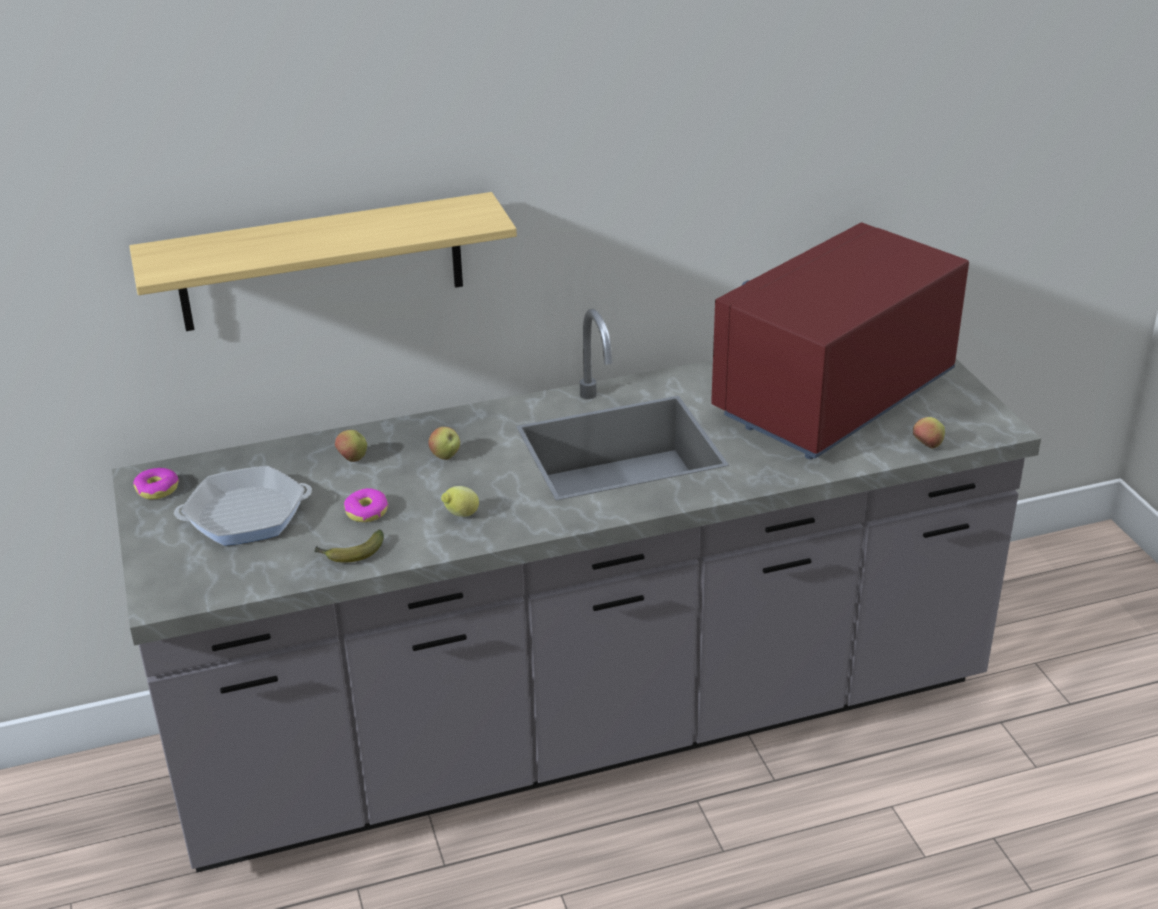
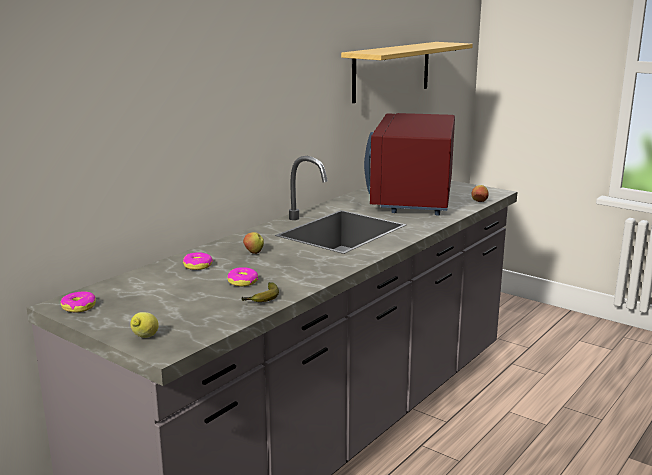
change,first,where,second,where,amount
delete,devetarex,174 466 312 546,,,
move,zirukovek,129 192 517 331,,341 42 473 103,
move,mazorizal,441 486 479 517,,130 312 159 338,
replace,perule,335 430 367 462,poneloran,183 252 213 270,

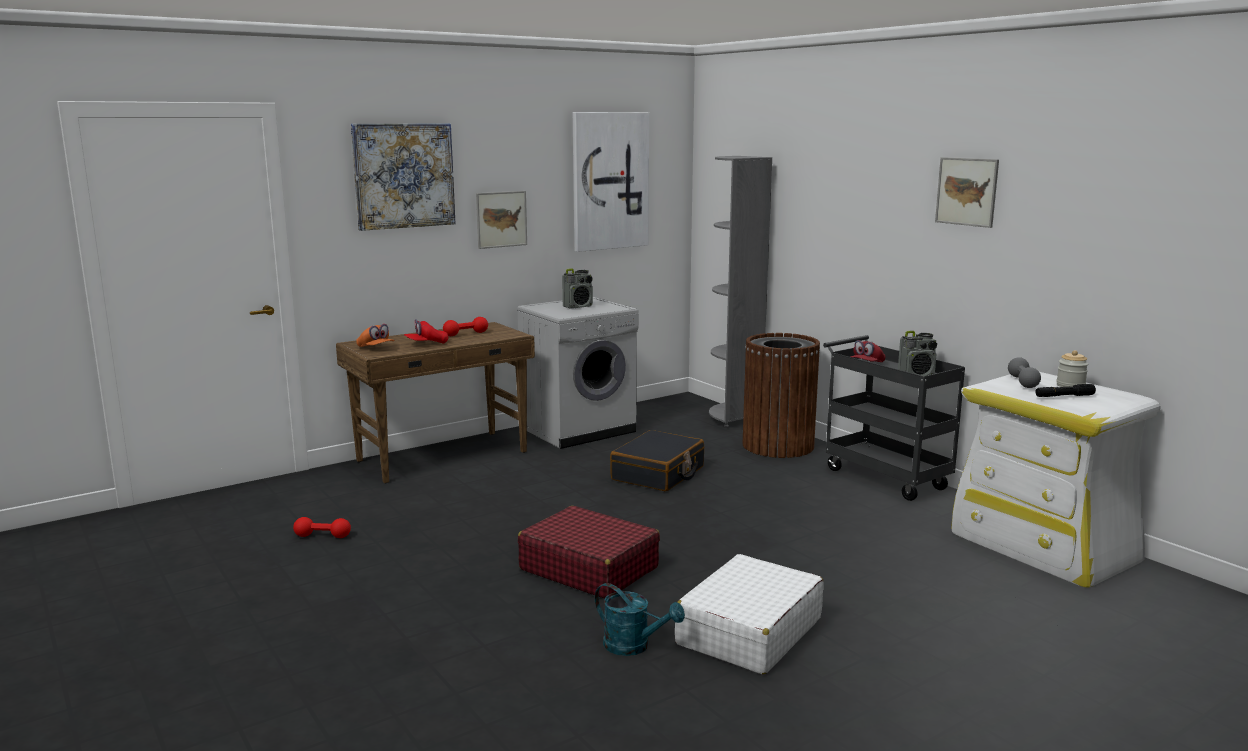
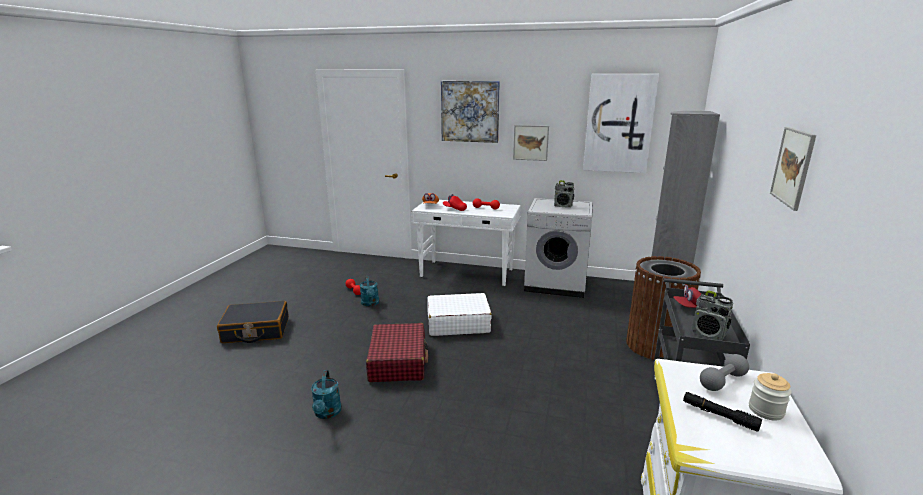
change,first,where,second,where,amount
insert,,,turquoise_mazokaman,360 276 379 306,
move,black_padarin,610 430 704 491,,217 301 289 343,
move,white_padarin,675 554 823 675,,427 293 492 336,
recolor,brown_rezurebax,336 322 535 483,white_rezurebax,411 200 521 286,

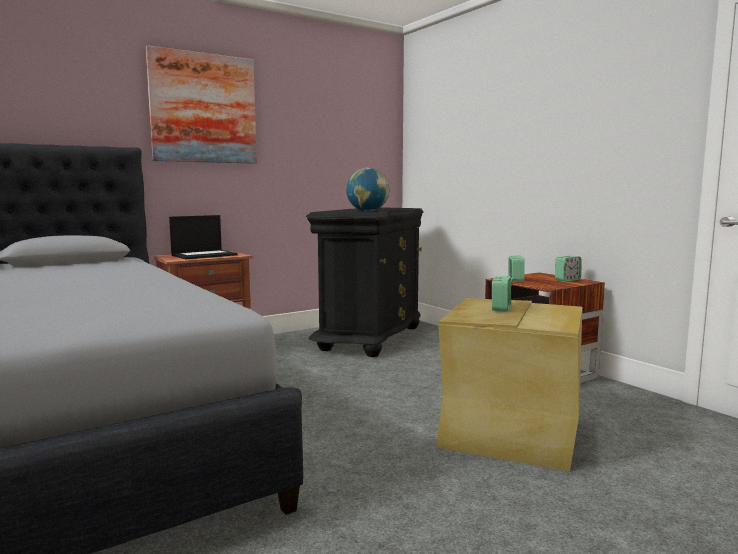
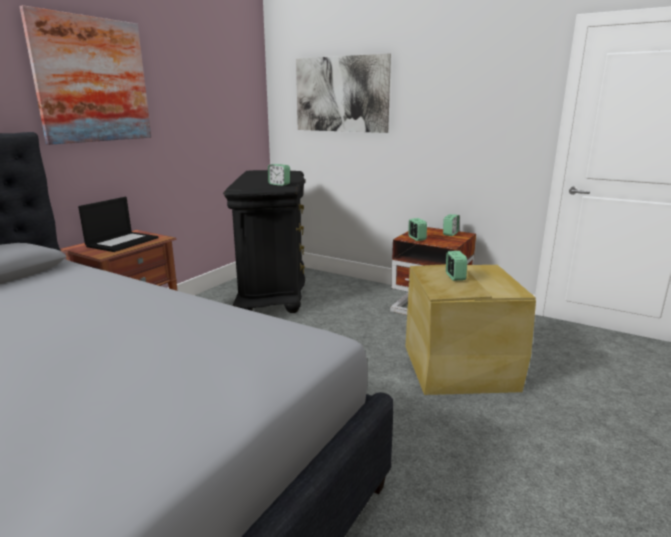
change,first,where,second,where,amount
insert,,,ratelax,296 53 391 133,
replace,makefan,346 168 390 212,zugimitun,268 164 290 186,

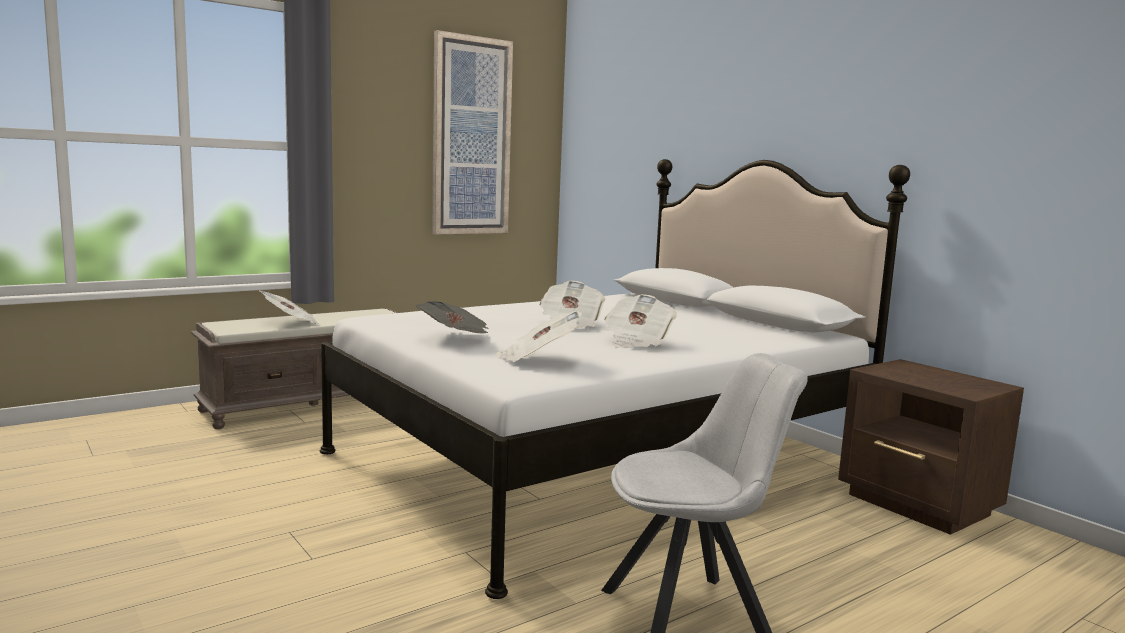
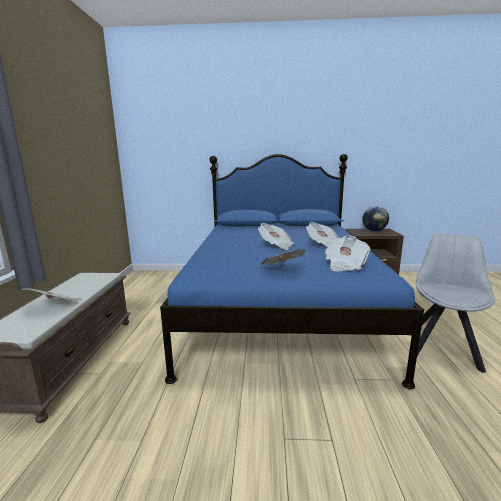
change,first,where,second,where,amount
delete,ratelax,432 30 513 235,,,
insert,,,makefan,362 206 389 231,
recolor,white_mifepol,320 159 910 599,blue_mifepol,160 154 424 389,

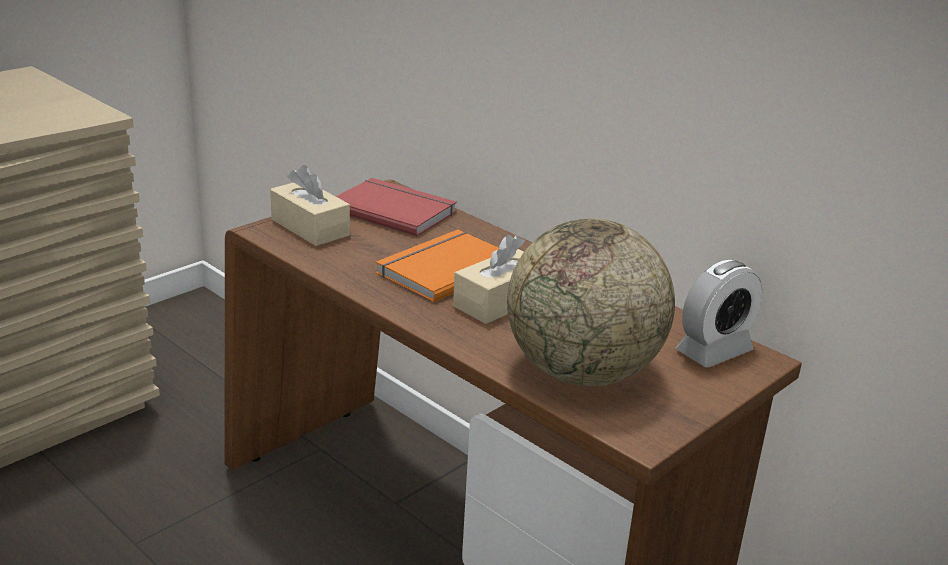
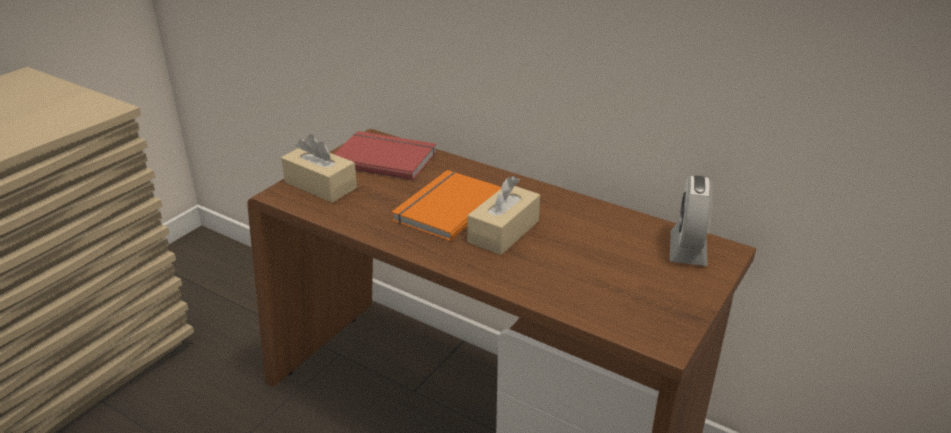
change,first,where,second,where,amount
delete,makefan,507 219 675 386,,,
rotate,zugimitun,676 260 762 368,,670 176 712 266,150 degrees clockwise

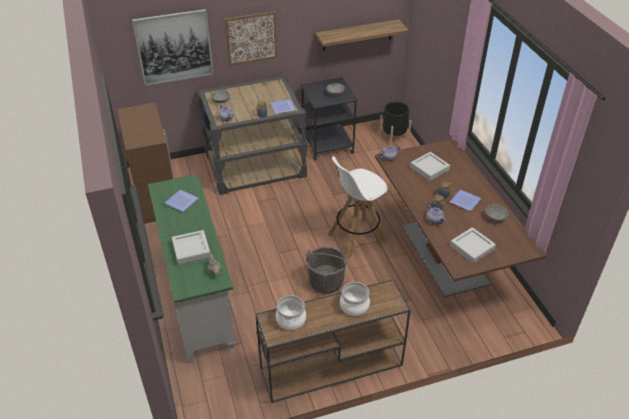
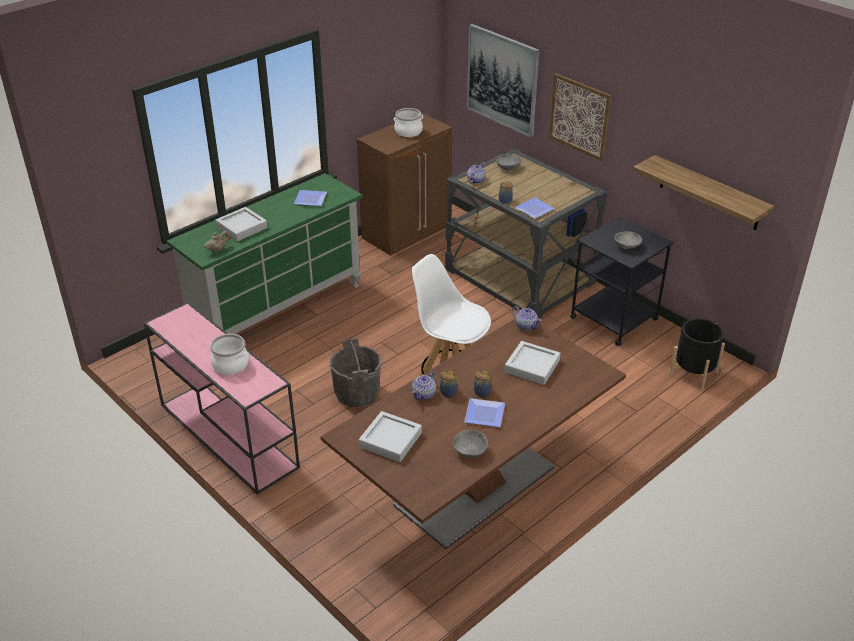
change,first,where,second,where,amount
move,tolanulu,276 295 306 330,,393 108 423 137,
recolor,brown_rezurebax,255 279 411 403,pink_rezurebax,144 302 300 494,

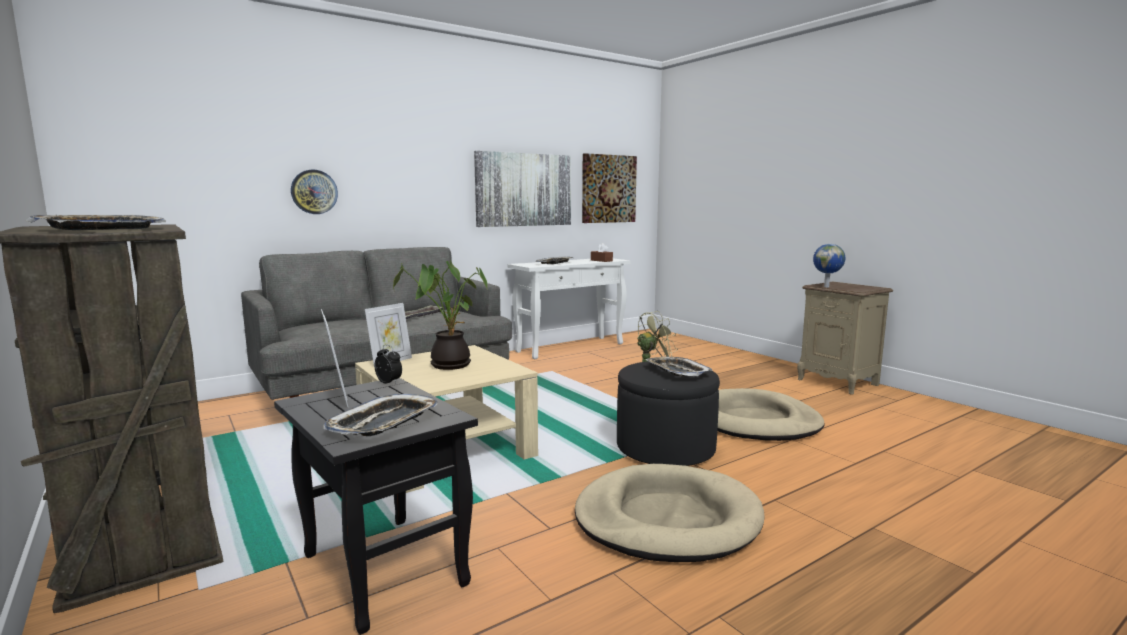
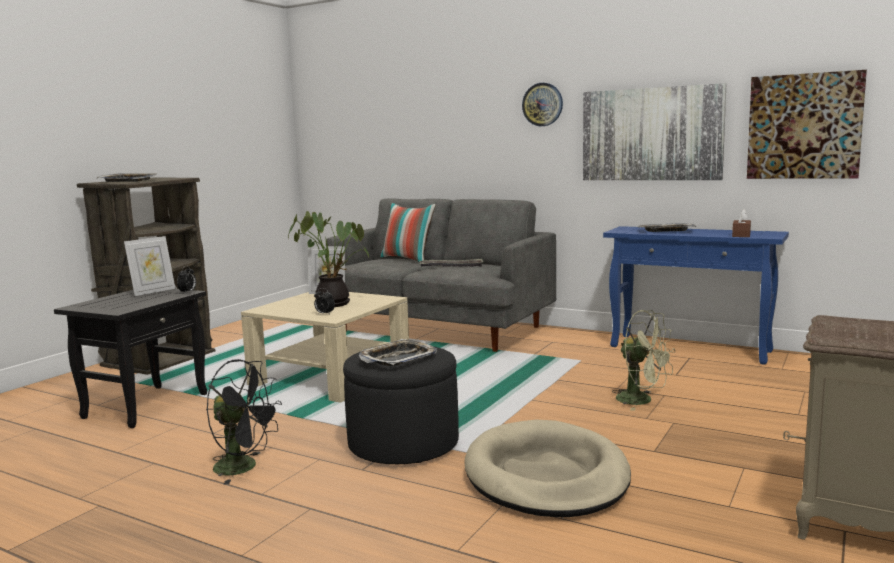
change,first,where,second,where,amount
delete,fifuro,323 394 438 436,,,
delete,makefan,813 244 845 287,,,
insert,,,zugimitun,314 288 335 314,
insert,,,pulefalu,380 203 436 262,
move,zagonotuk,291 170 338 214,,522 83 563 126,
replace,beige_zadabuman,575 464 764 562,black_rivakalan,206 359 282 485,
recolor,white_rezurebax,507 258 631 359,blue_rezurebax,603 226 789 365,

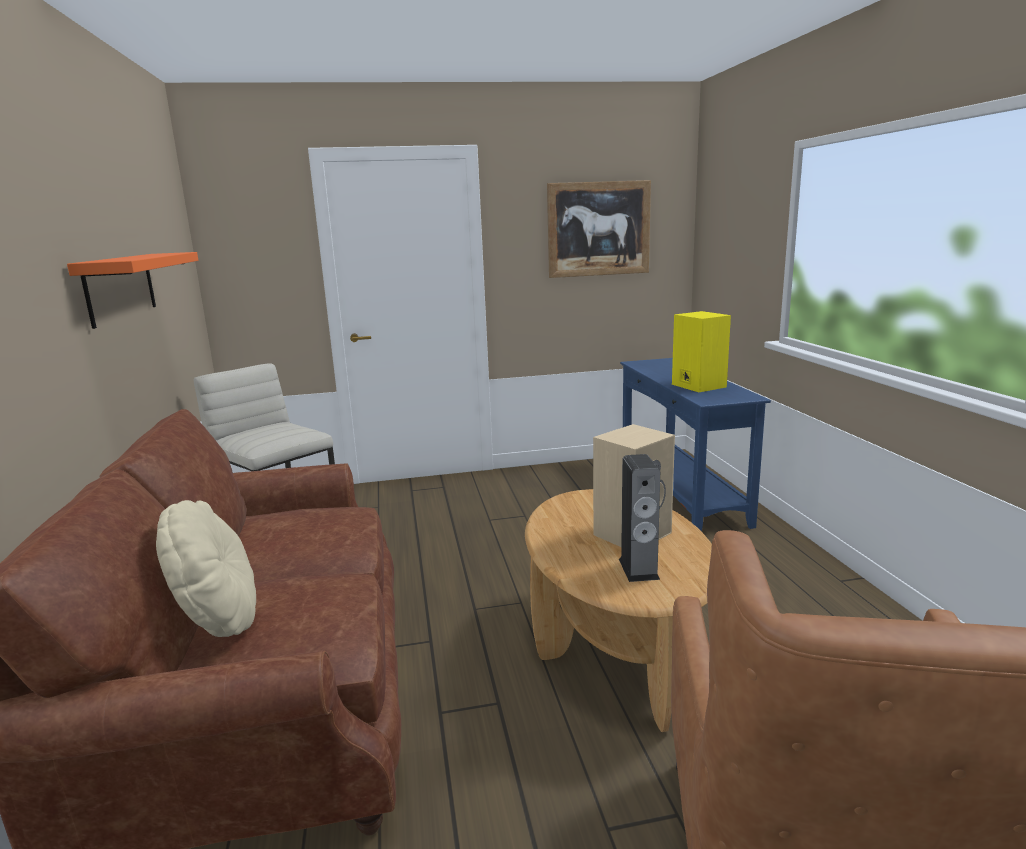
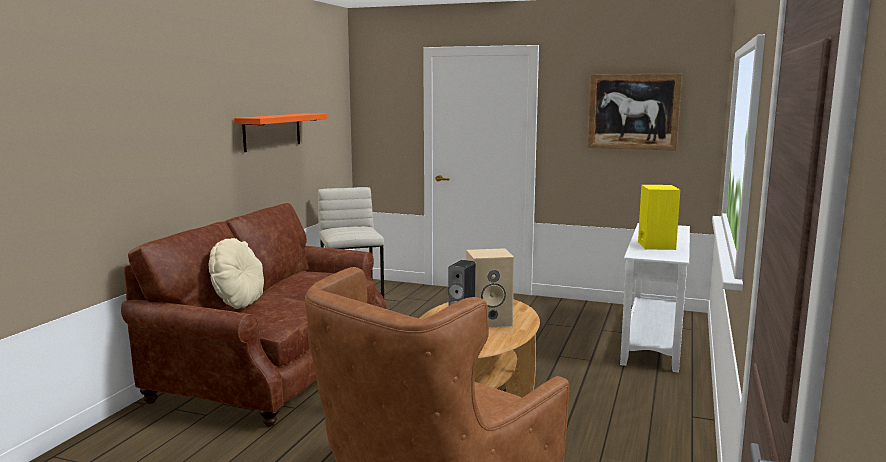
change,first,where,second,where,amount
recolor,blue_rezurebax,620 358 771 532,white_rezurebax,620 223 690 373,

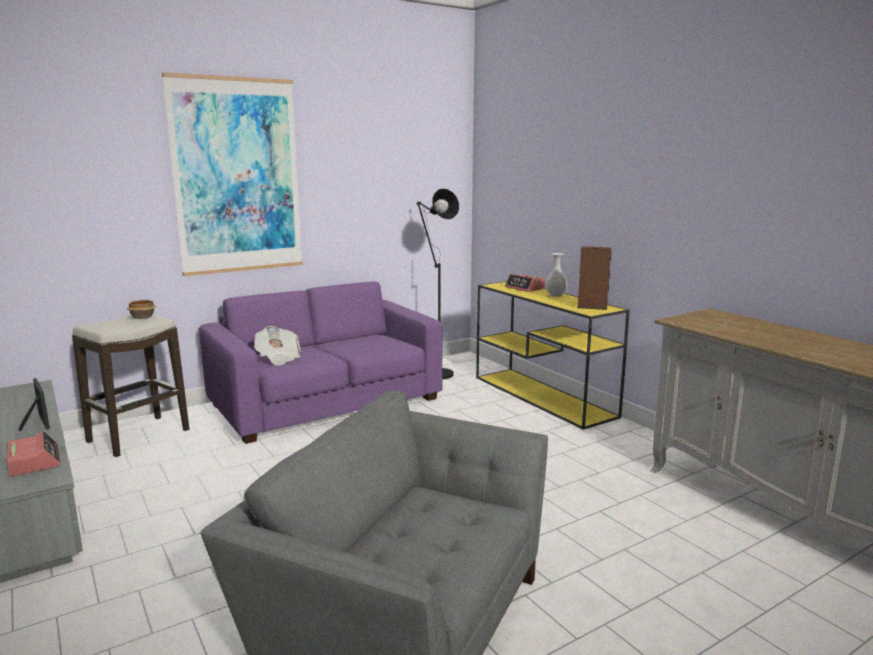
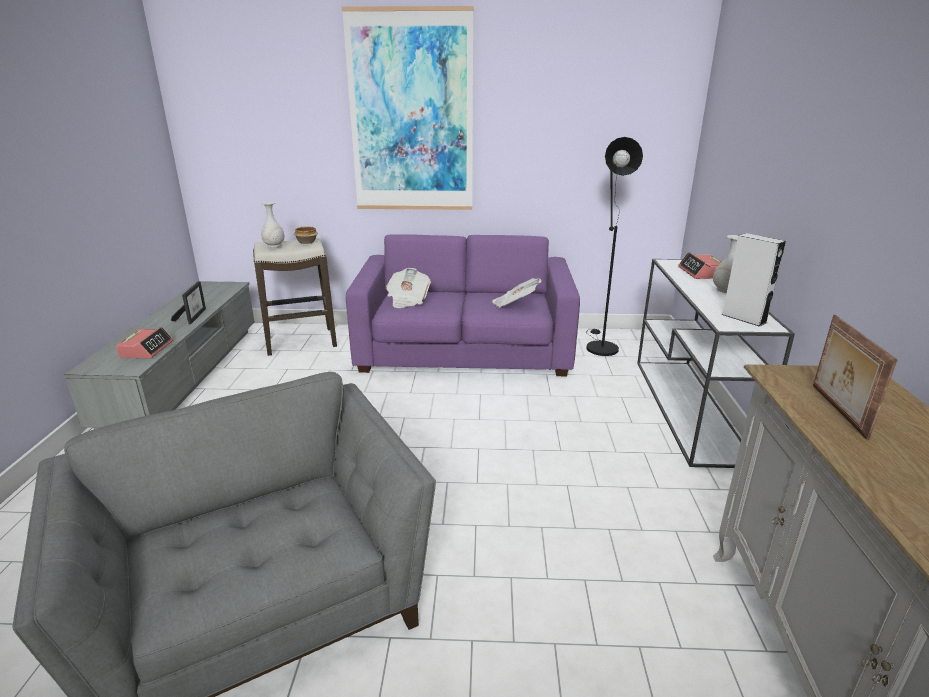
change,first,where,second,where,amount
insert,,,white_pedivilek,261 202 284 248,
insert,,,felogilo,492 278 541 308,
insert,,,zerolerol,813 315 898 440,
recolor,yellow_rezurebax,476 281 630 430,white_rezurebax,637 259 795 468,
recolor,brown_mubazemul,577 246 611 310,grey_mubazemul,722 233 786 327,

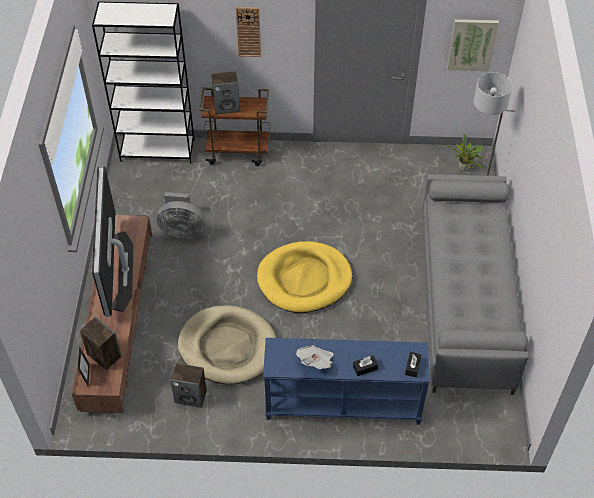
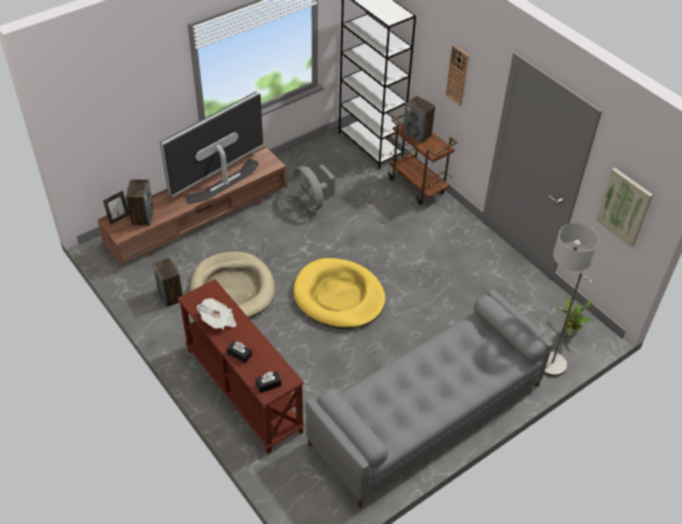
change,first,where,second,where,amount
recolor,blue_rezurebax,263 338 430 425,brown_rezurebax,178 279 305 454,

